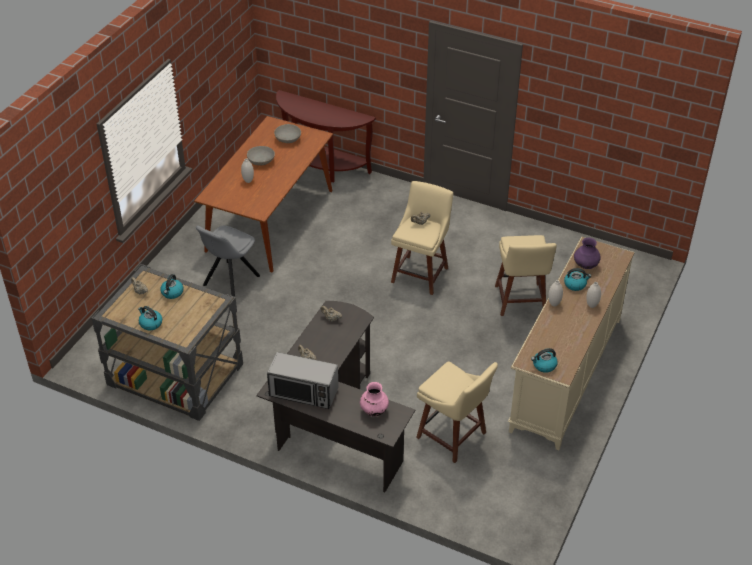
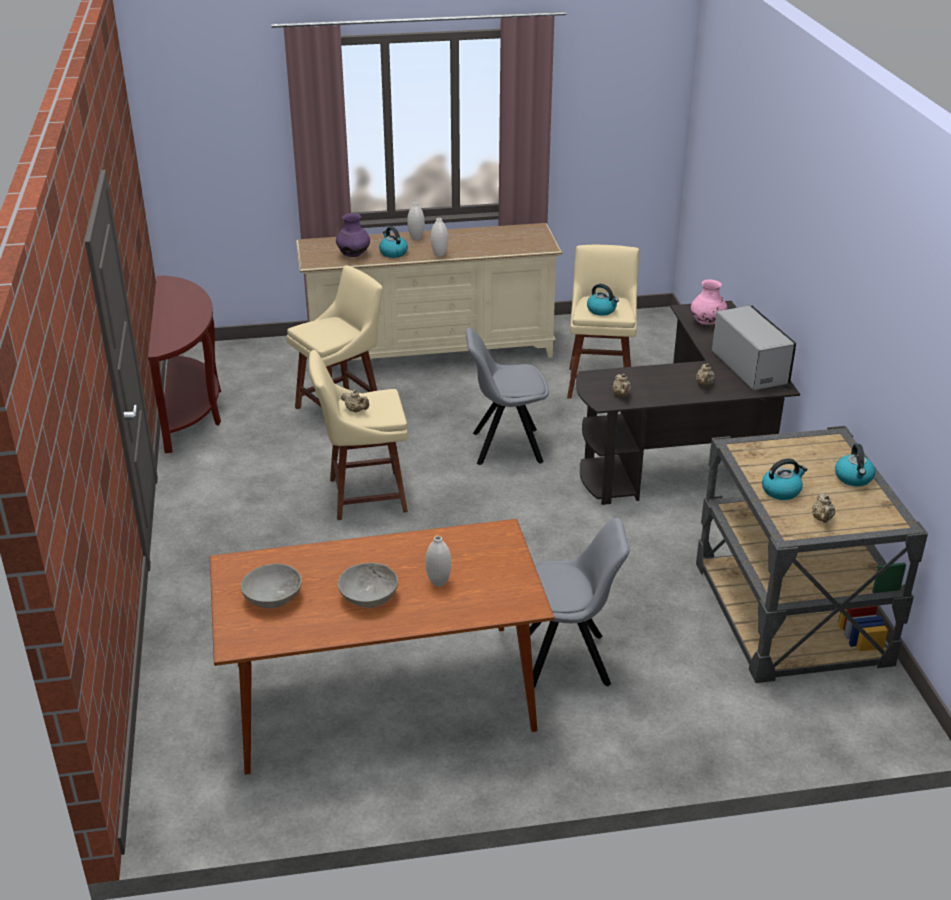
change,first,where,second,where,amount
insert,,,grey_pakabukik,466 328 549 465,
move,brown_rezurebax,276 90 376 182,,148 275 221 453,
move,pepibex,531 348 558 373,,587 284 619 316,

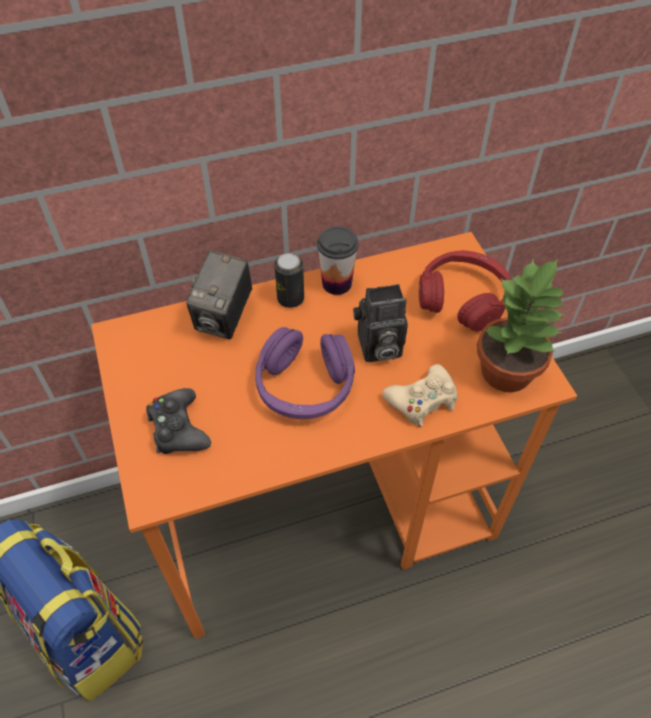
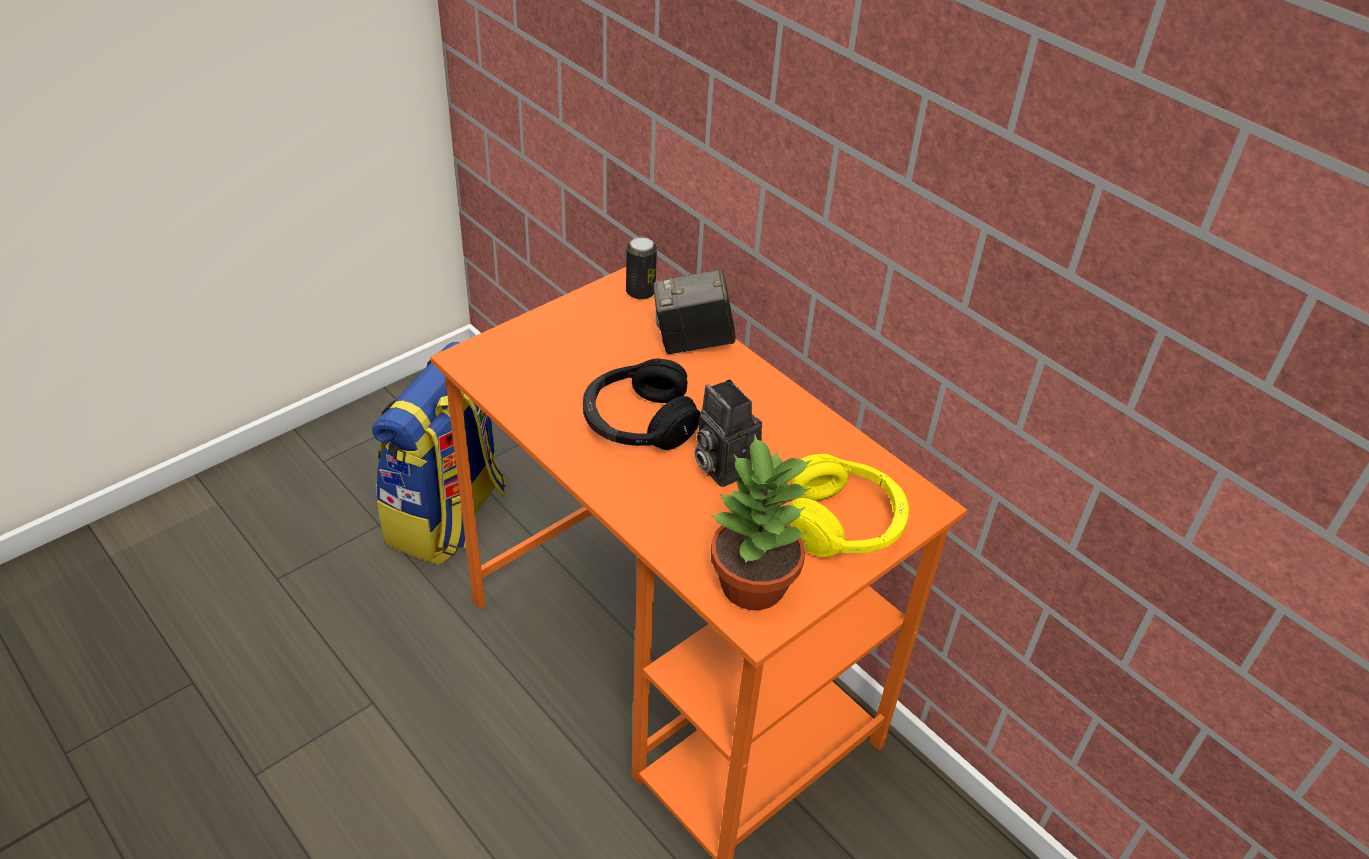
change,first,where,second,where,amount
delete,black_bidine,146 388 211 454,,,
delete,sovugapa,317 226 359 295,,,
delete,beige_bidine,382 364 458 427,,,
move,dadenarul,274 253 304 308,,626 237 657 300,
recolor,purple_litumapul,255 327 355 419,black_litumapul,583 358 700 450,
recolor,red_litumapul,419 250 511 331,yellow_litumapul,789 454 909 557,

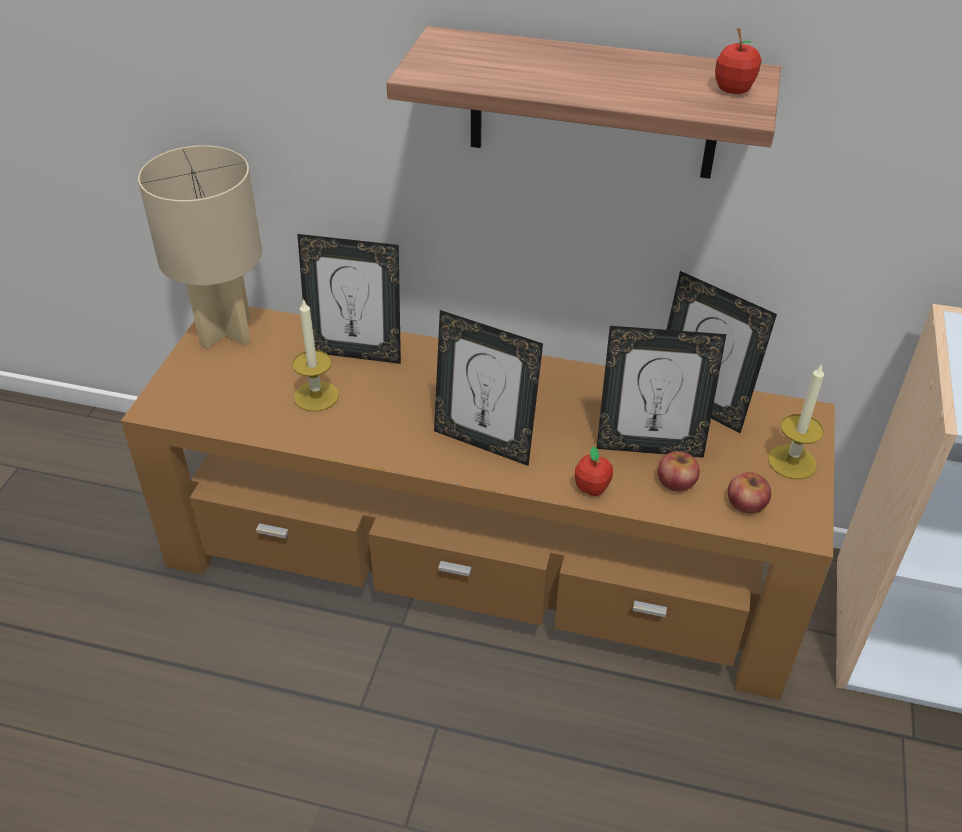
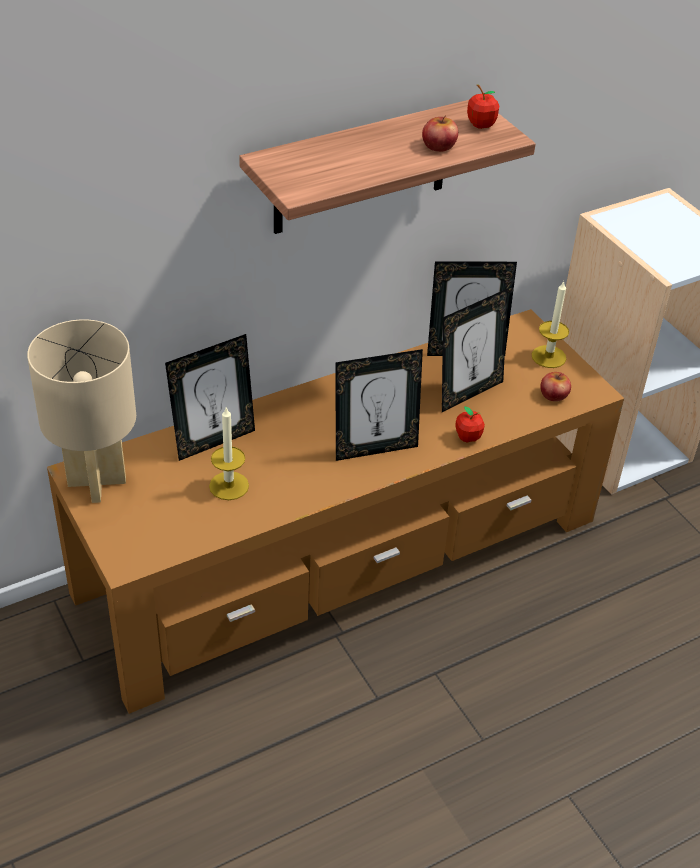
change,first,where,second,where,amount
move,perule,658 451 700 492,,422 115 458 152,

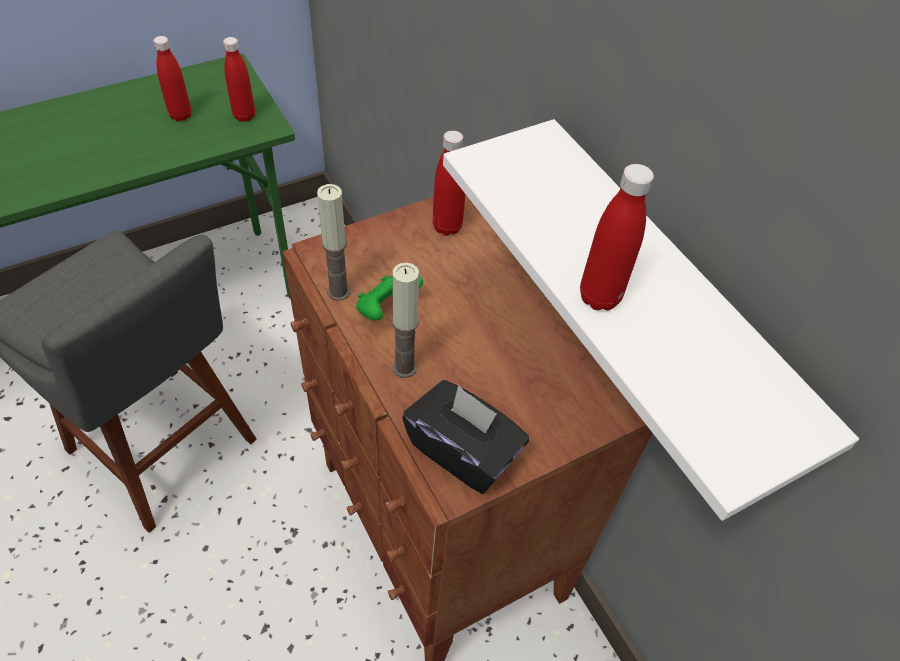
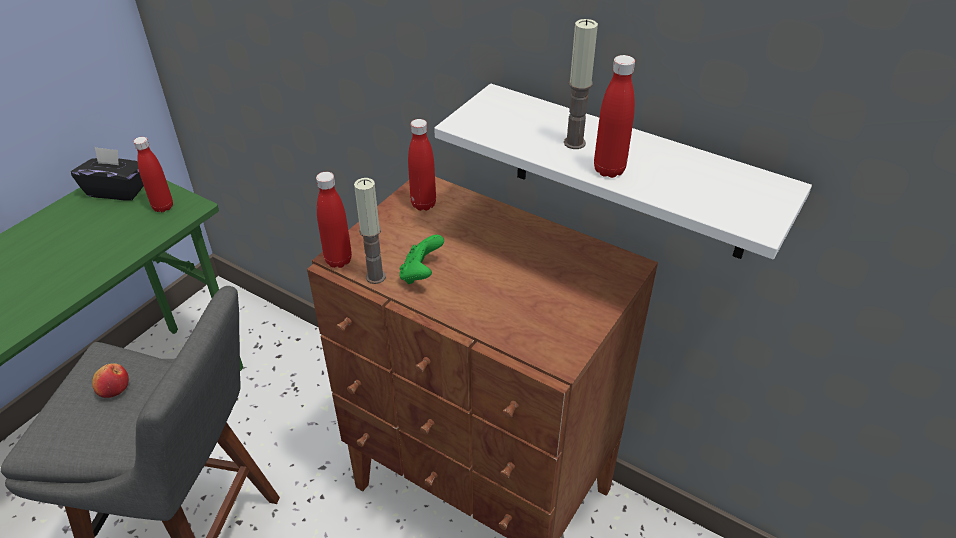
change,first,where,second,where,amount
insert,,,perule,92 364 129 398,
move,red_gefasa,153 36 191 122,,316 172 352 268,
move,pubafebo,391 263 419 378,,564 19 598 149,
move,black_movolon,402 380 529 494,,71 147 144 200,

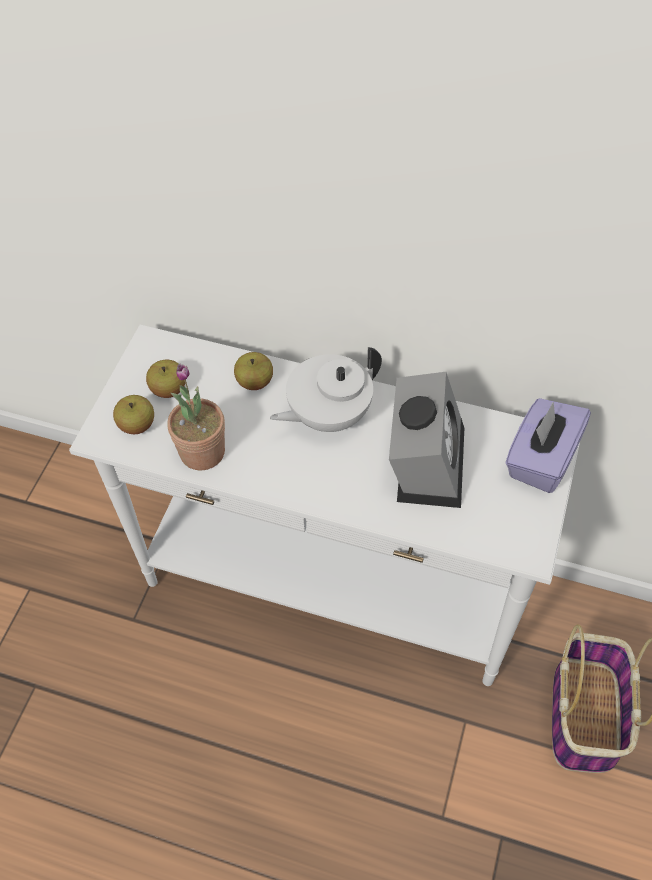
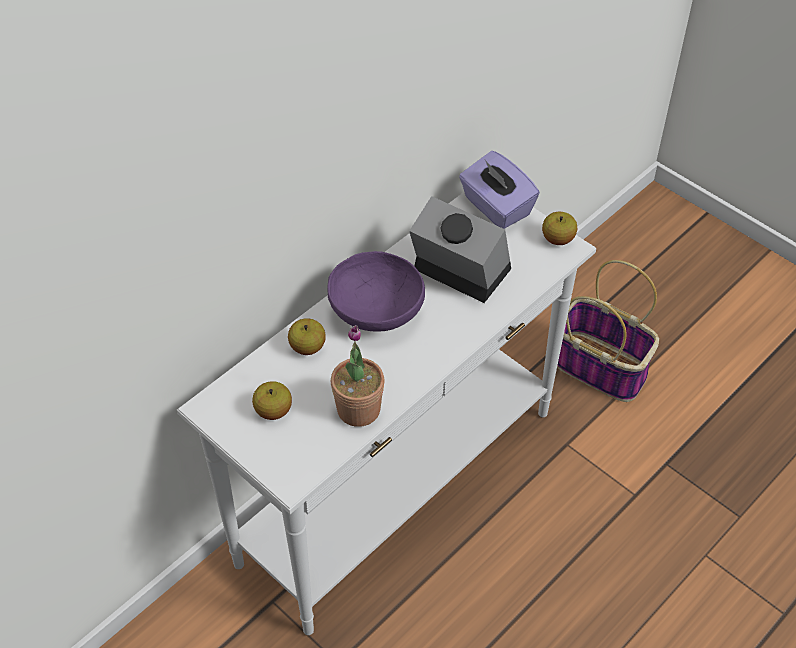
change,first,where,second,where,amount
move,perule,113 395 154 434,,542 212 577 245,
replace,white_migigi,270 347 382 432,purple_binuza,327 251 425 331,

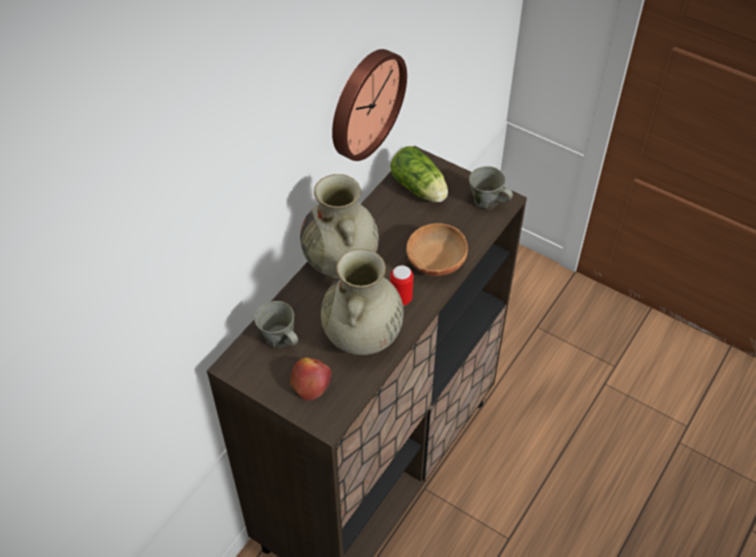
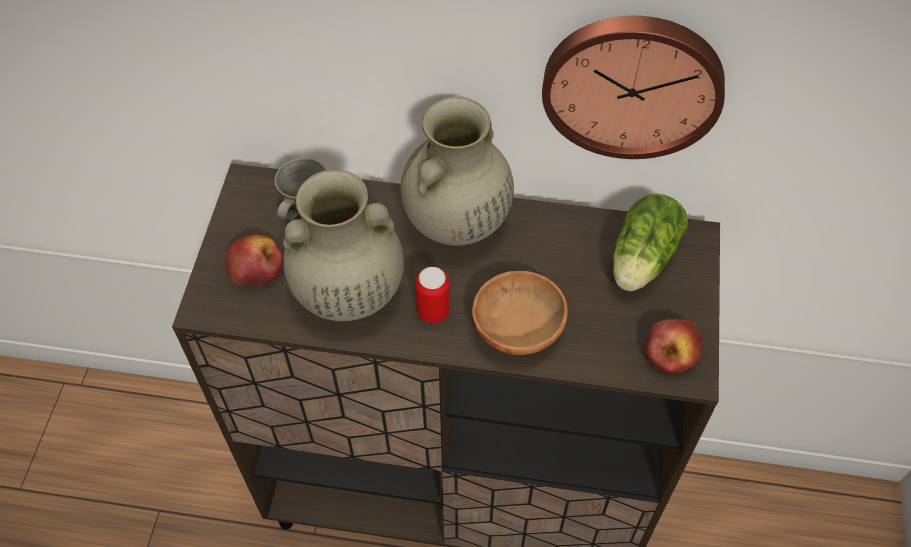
change,first,where,second,where,amount
replace,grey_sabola,469 166 513 210,perule,645 319 703 373,

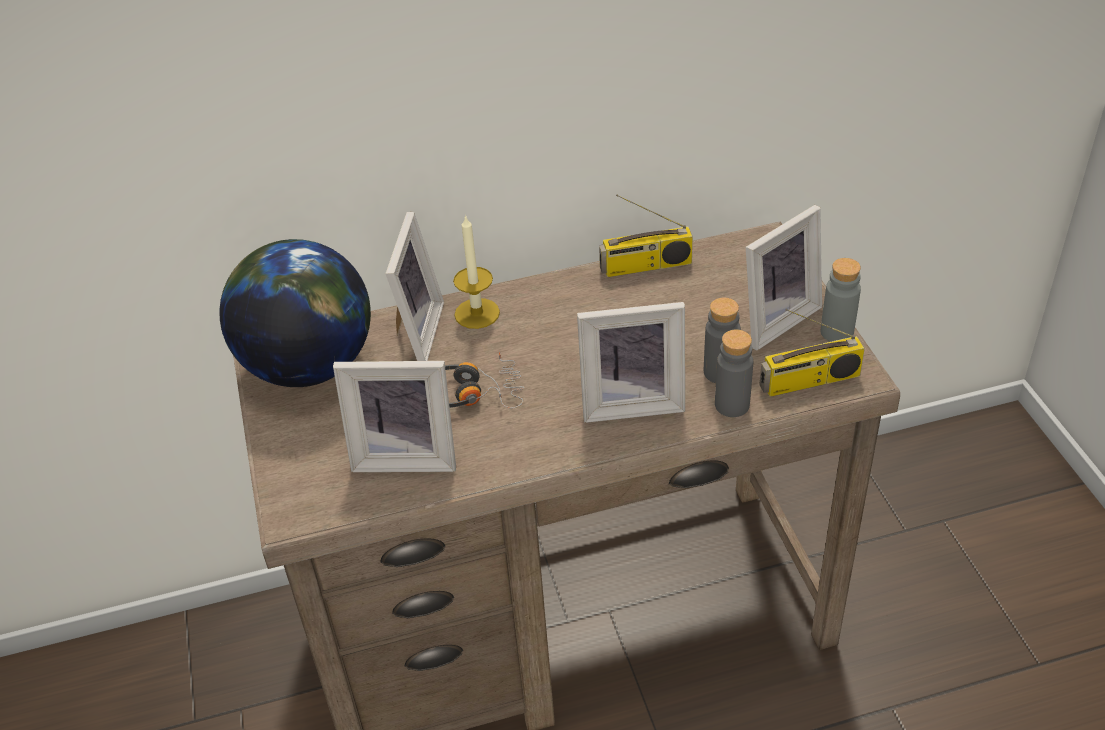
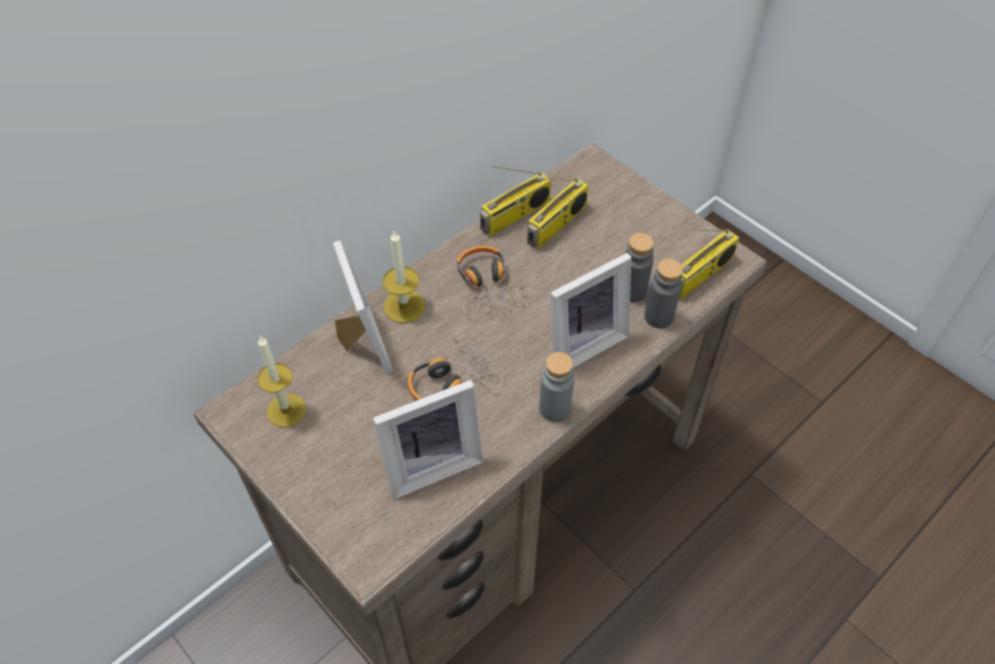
change,first,where,second,where,amount
delete,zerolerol,746 205 822 350,,,
insert,,,litumapul,457 246 527 314,
insert,,,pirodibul,527 178 589 248,
move,grey_gefasa,821 258 861 342,,539 352 574 422,
replace,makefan,220 239 371 387,pubafebo,257 336 306 427,

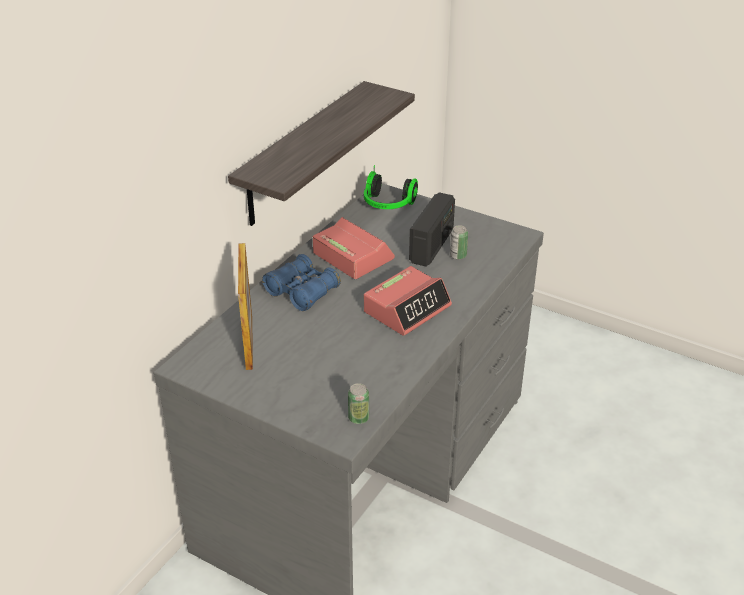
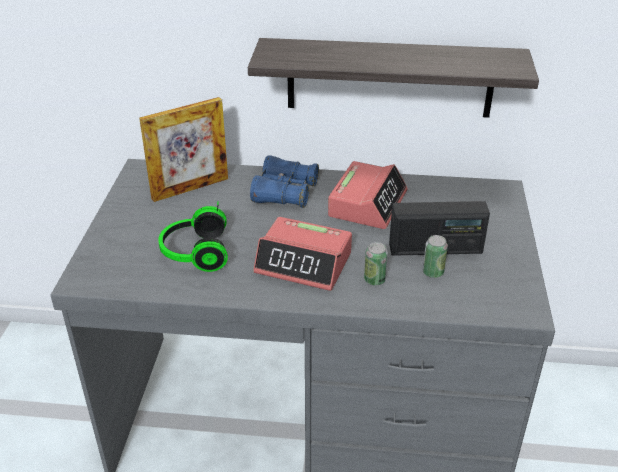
change,first,where,second,where,amount
move,dadenarul,348 383 369 424,,364 242 388 285,
move,litumapul,364 165 418 209,,158 202 228 272,

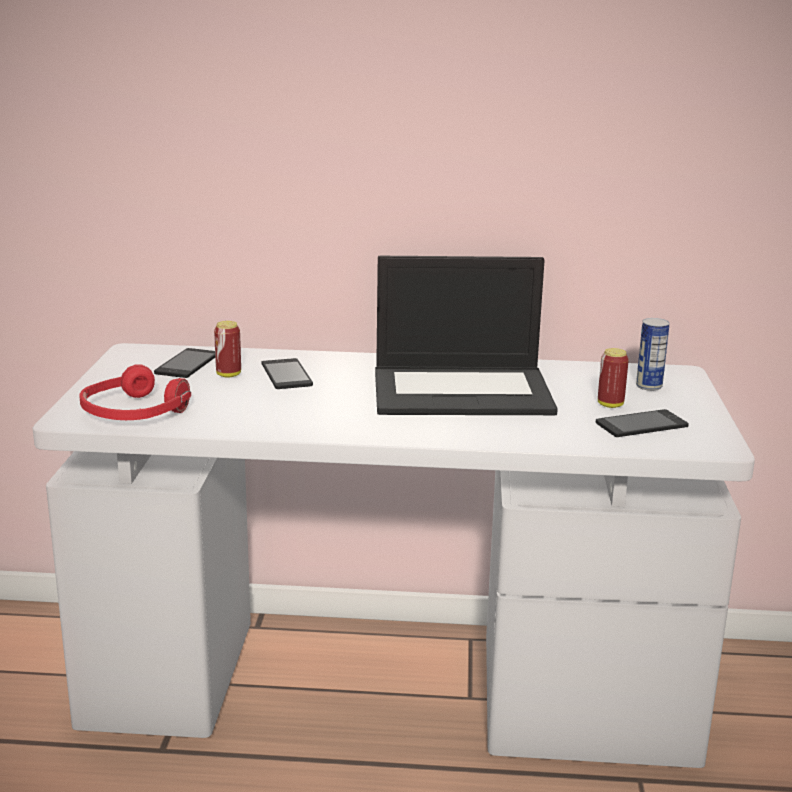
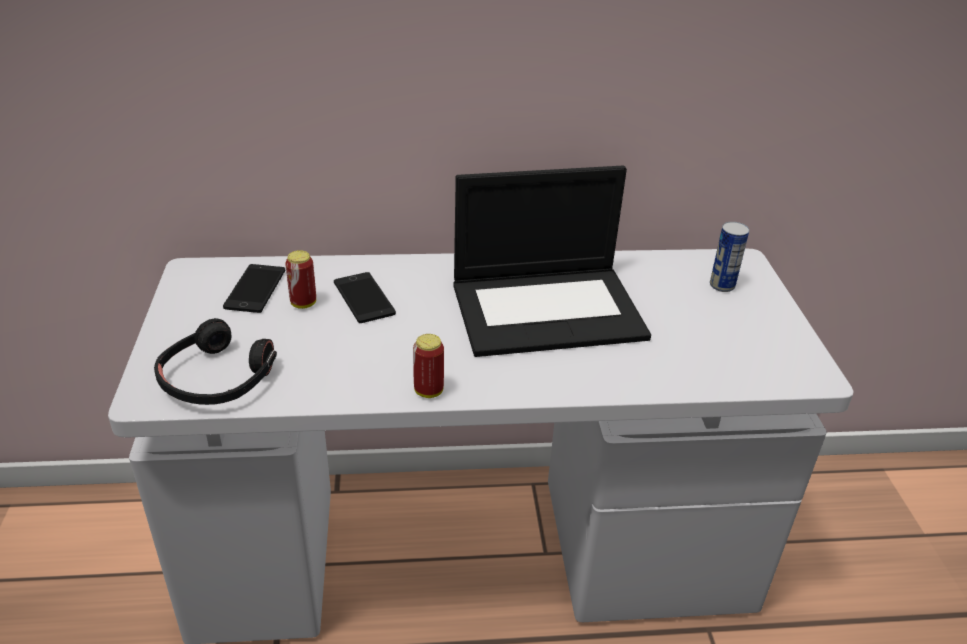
change,first,where,second,where,amount
delete,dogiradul,596 409 689 437,,,
move,dadenarul,598 348 629 408,,413 334 444 398,
recolor,red_litumapul,79 364 191 420,black_litumapul,154 318 277 405,

